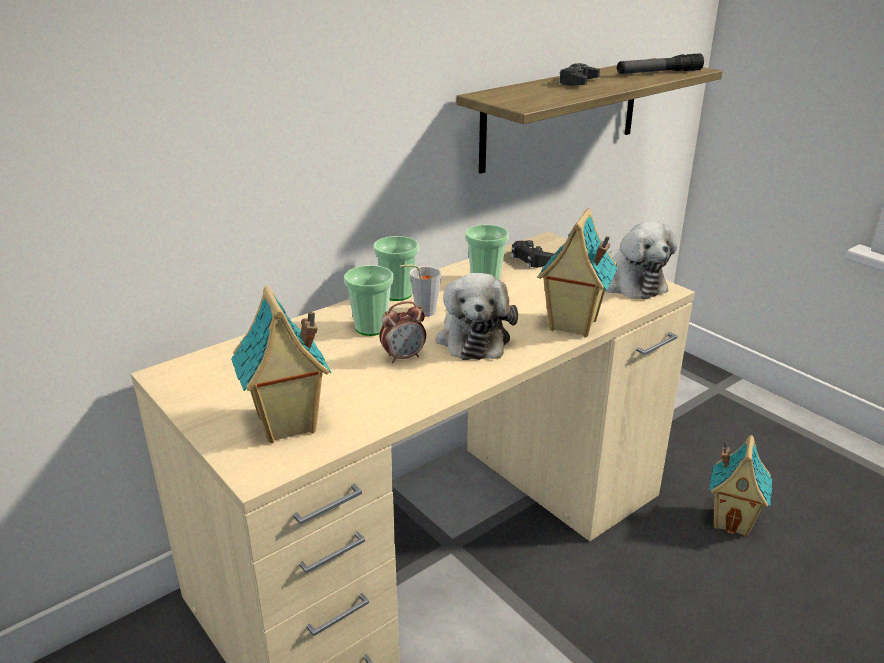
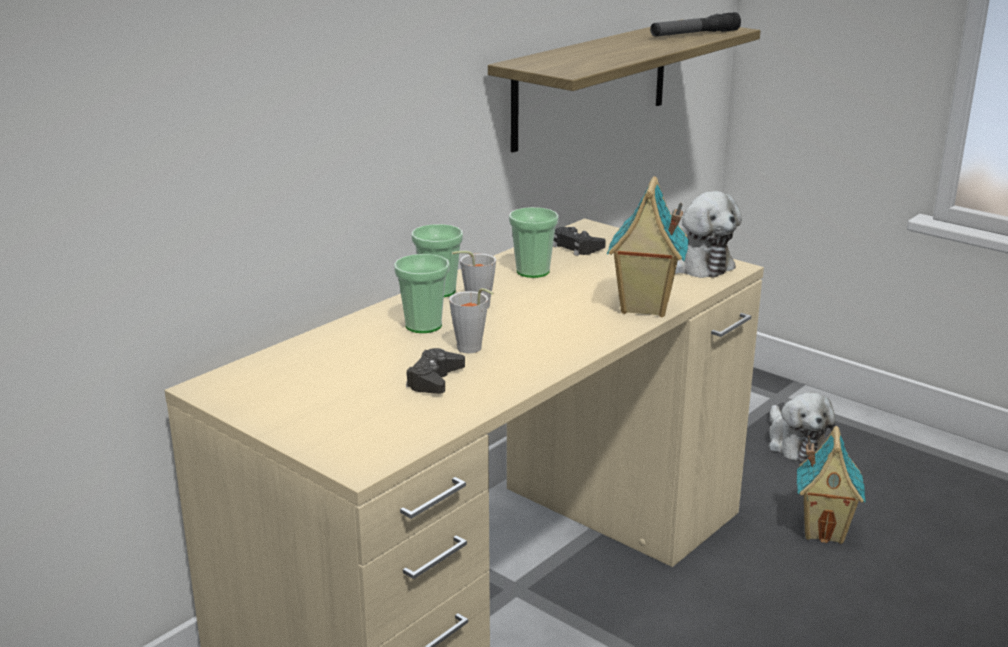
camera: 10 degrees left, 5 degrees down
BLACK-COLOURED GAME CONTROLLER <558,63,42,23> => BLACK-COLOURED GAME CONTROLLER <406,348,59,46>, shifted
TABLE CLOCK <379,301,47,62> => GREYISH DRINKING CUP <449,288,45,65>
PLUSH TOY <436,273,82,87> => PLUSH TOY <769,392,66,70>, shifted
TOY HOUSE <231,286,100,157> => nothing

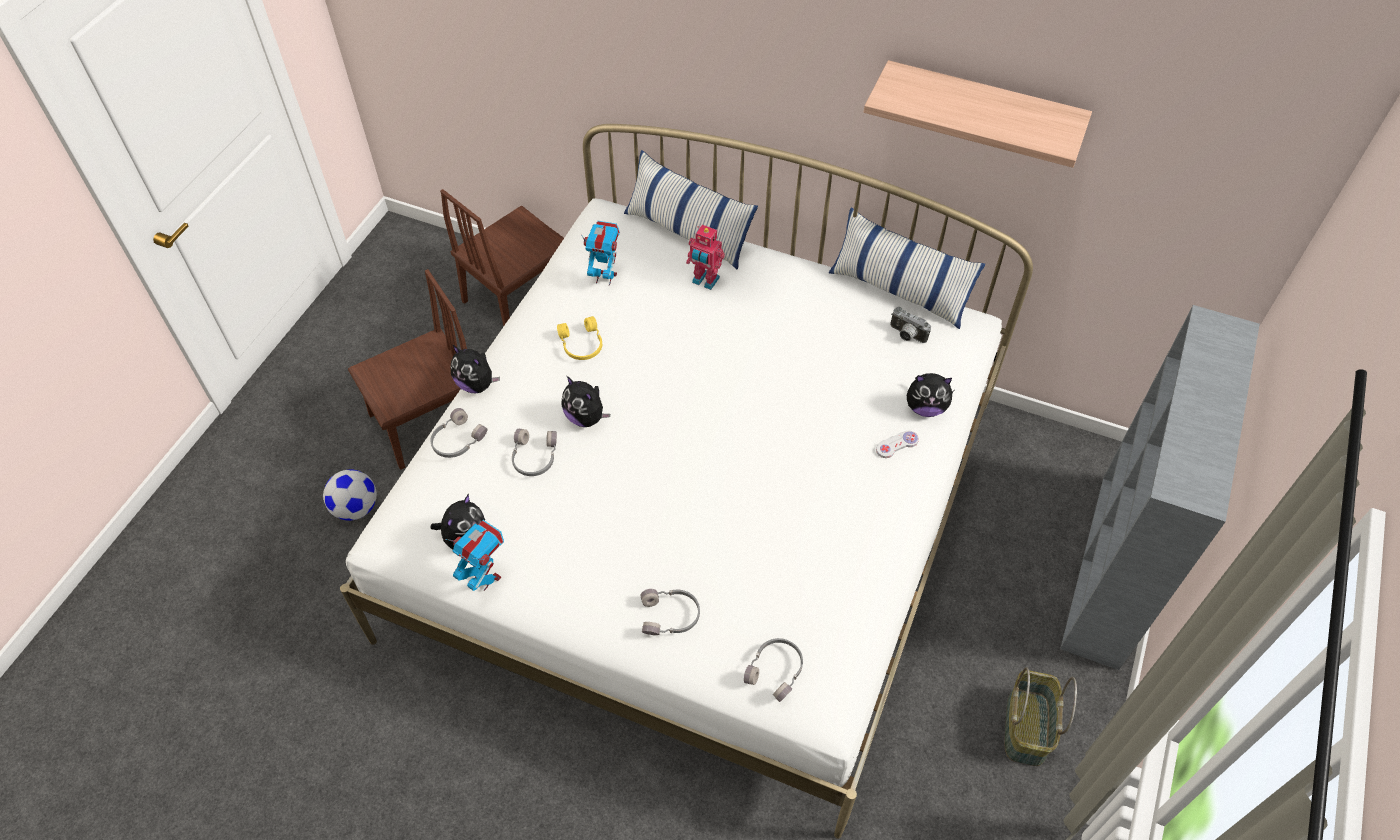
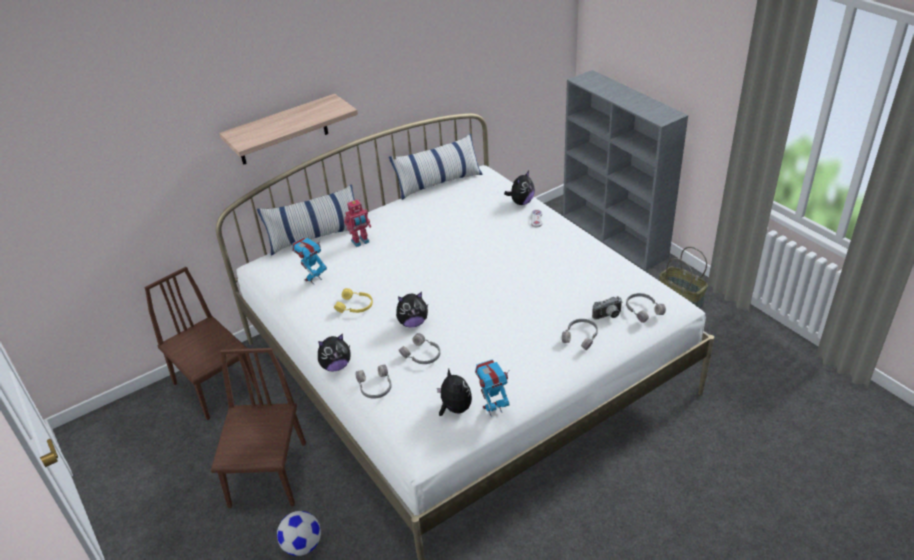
camera: 55 degrees left, 15 degrees down
BROWN PLAIN CHAIR <440,189,124,138> => BROWN PLAIN CHAIR <144,267,112,153>, 150 degrees clockwise
BRACKET SHELF <864,60,228,108> => BRACKET SHELF <219,94,139,71>, shifted
PHOTO CAMERA <890,306,41,37> => PHOTO CAMERA <592,296,30,24>, shifted

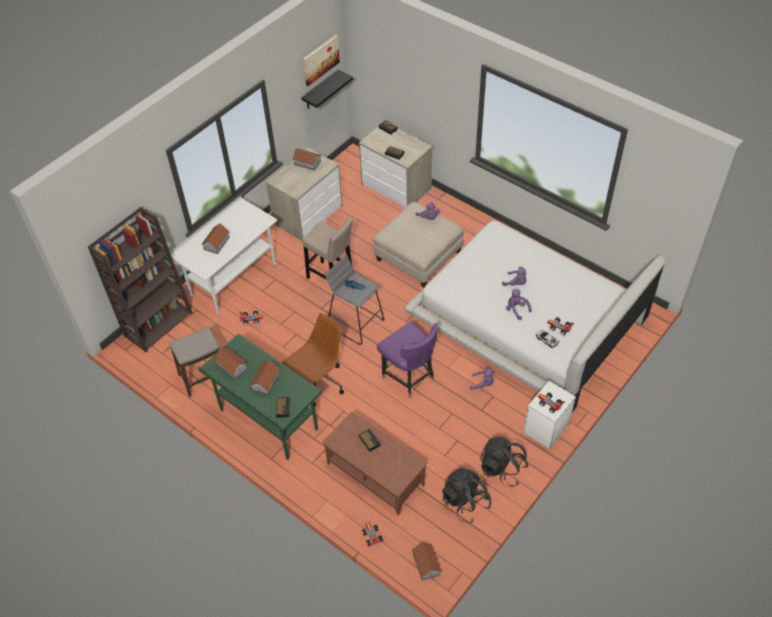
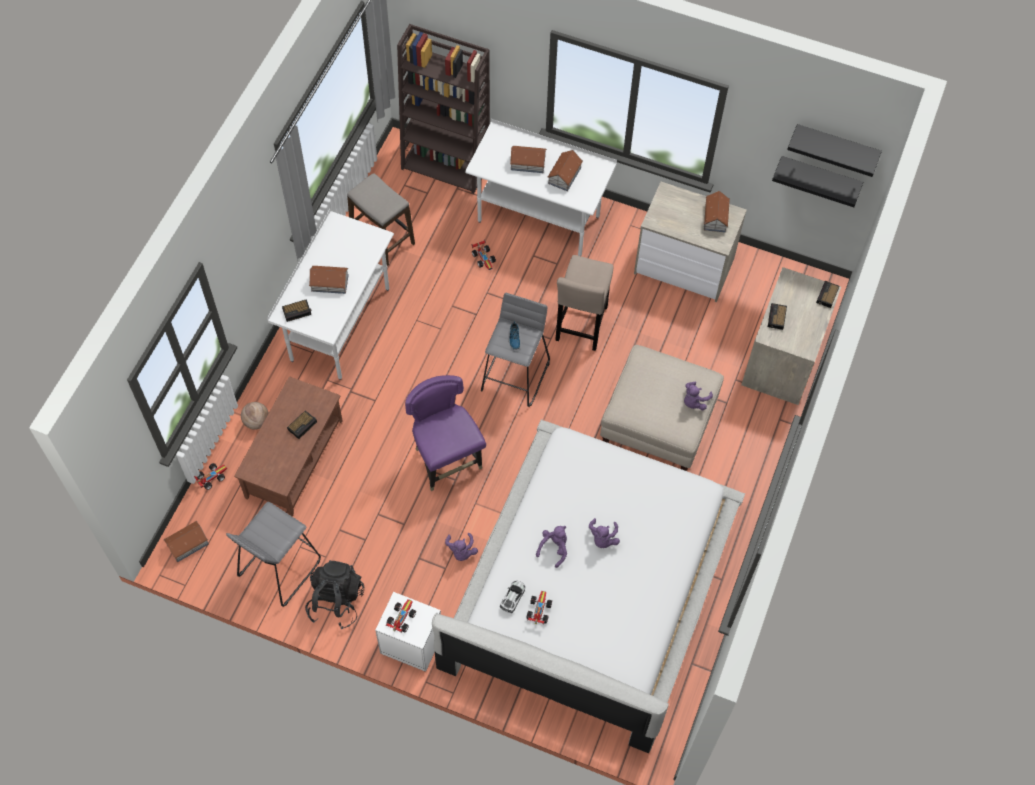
camera: 70 degrees right, 10 degrees up
BLACK-COLOURED RUCKSACK <442,468,50,55> => GREYISH STOOL <226,502,95,105>
nothing => BALL FOR BASKETBALL <241,402,28,28>
GREEN DESK <198,334,124,126> => WHITE-COLOURED DESK <267,209,127,171>
PURPLE PLAIN CHAIR <377,322,61,76> => PURPLE PLAIN CHAIR <405,375,81,116>, 120 degrees clockwise
TOY HOUSE <214,348,34,32> => TOY HOUSE <547,150,36,41>, shifted
WALL ART <303,35,37,51> => BLACK-COLOURED BRACKET SHELF <787,124,95,53>
BROWN OFFICE CHAIR <282,313,62,93> => nothing

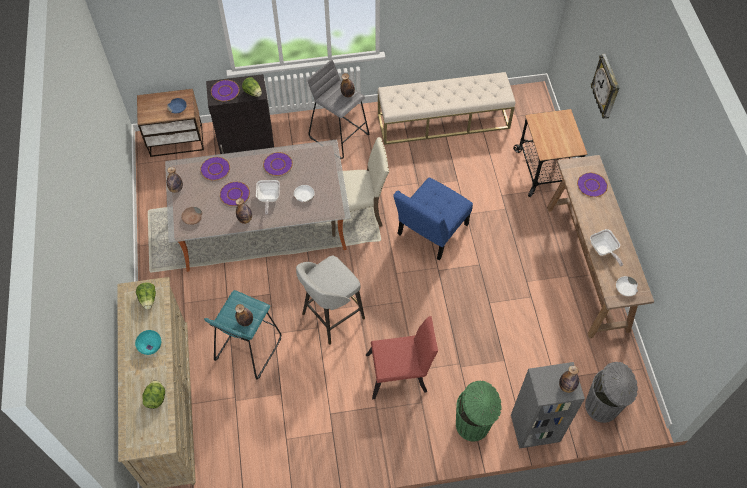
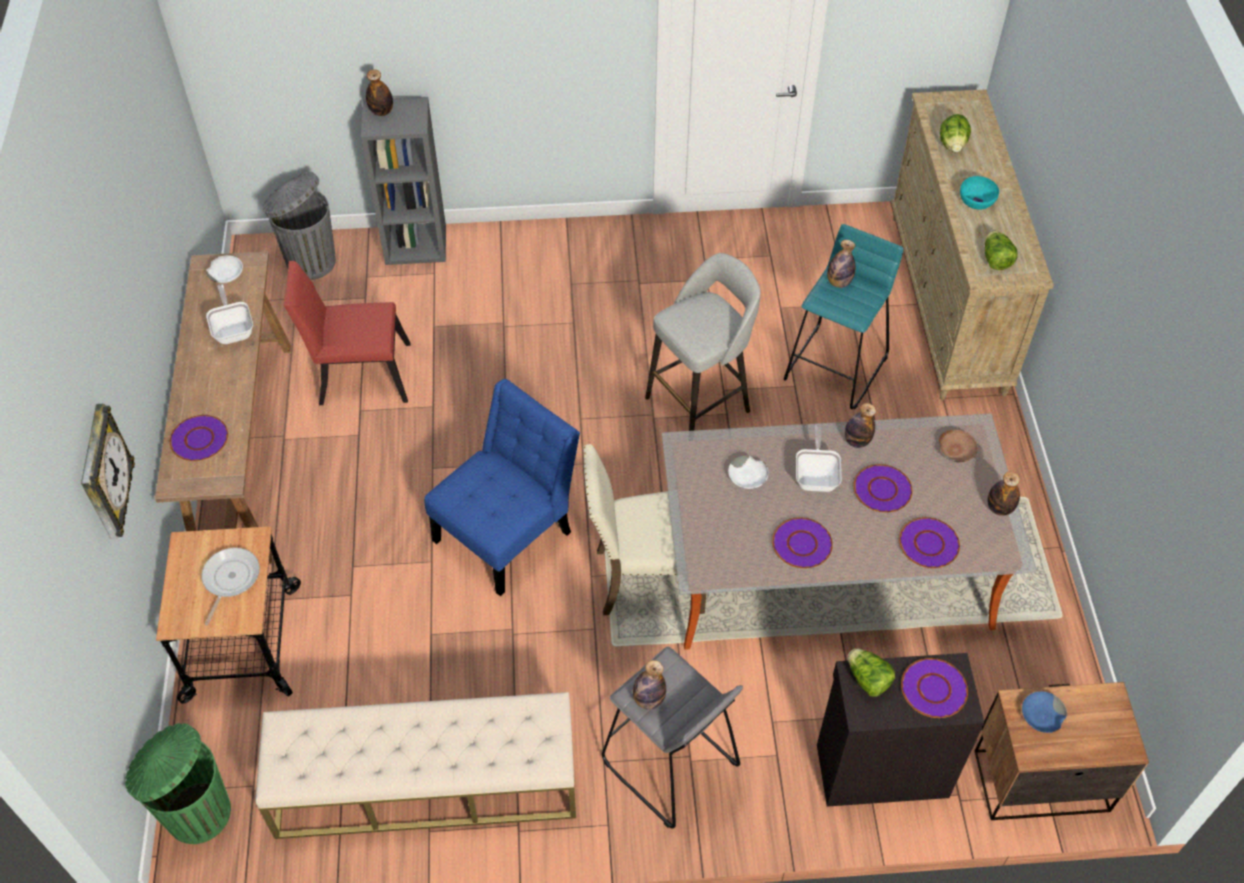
camera: 175 degrees left, 5 degrees down
GREEN RUBBISH BIN <456,380,46,61> => GREEN RUBBISH BIN <125,723,106,121>, shifted
nothing => SKILLET <201,547,59,79>
REDDISH PLAIN CHAIR <366,316,72,83> => REDDISH PLAIN CHAIR <284,261,127,144>, shifted

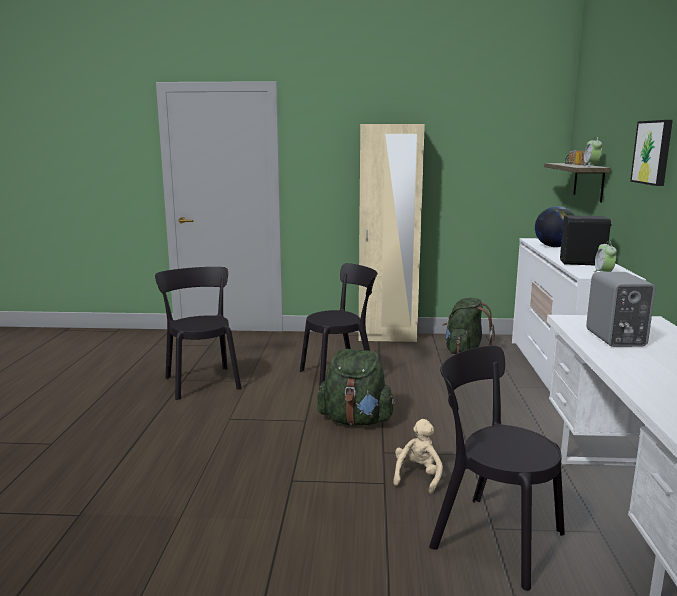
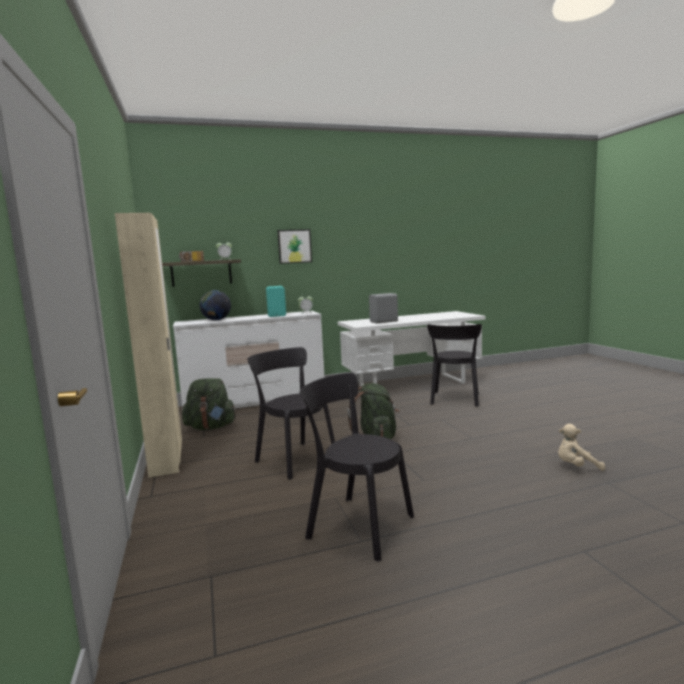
camera: 110 degrees left, 5 degrees down
BLACK-COLOURED AUDIO SPEAKER <560,215,52,50> => TURQUOISE AUDIO SPEAKER <266,286,20,31>
BLACK-COLOURED PLAIN CHAIR <155,267,87,133> => BLACK-COLOURED PLAIN CHAIR <299,373,115,189>, 75 degrees clockwise
BEIGE-COLOURED PLUSH TOY <393,419,50,75> => BEIGE-COLOURED PLUSH TOY <558,424,47,47>, shifted

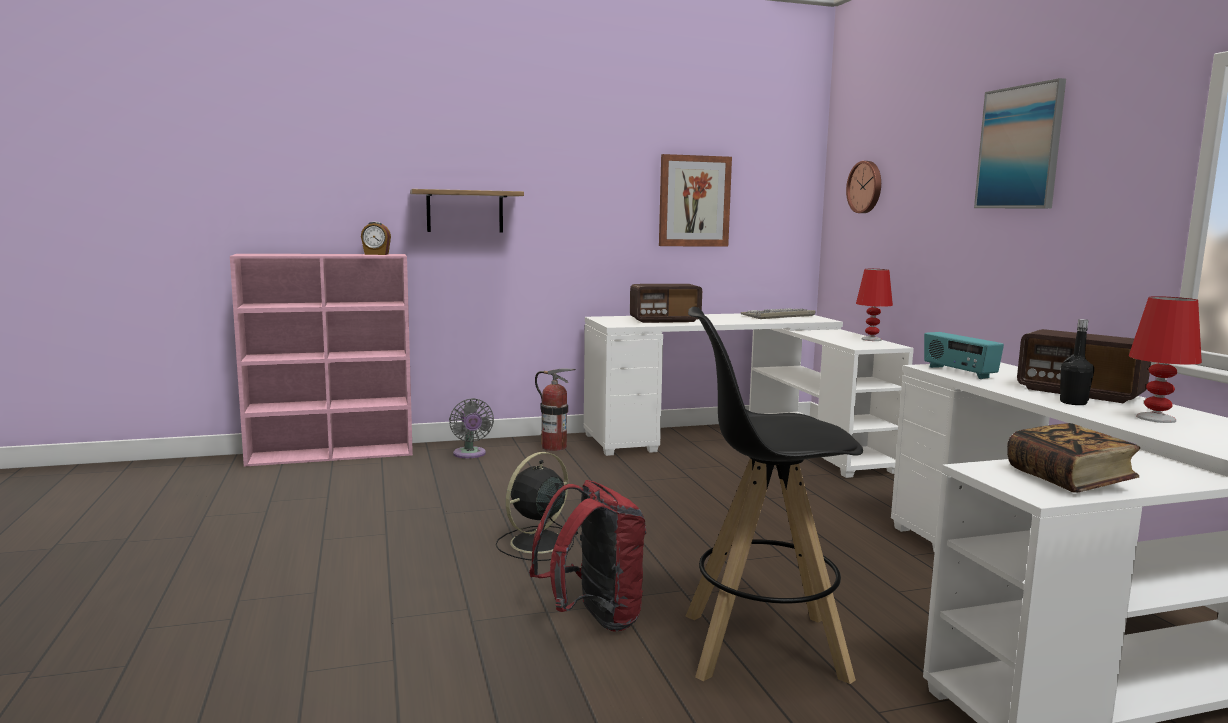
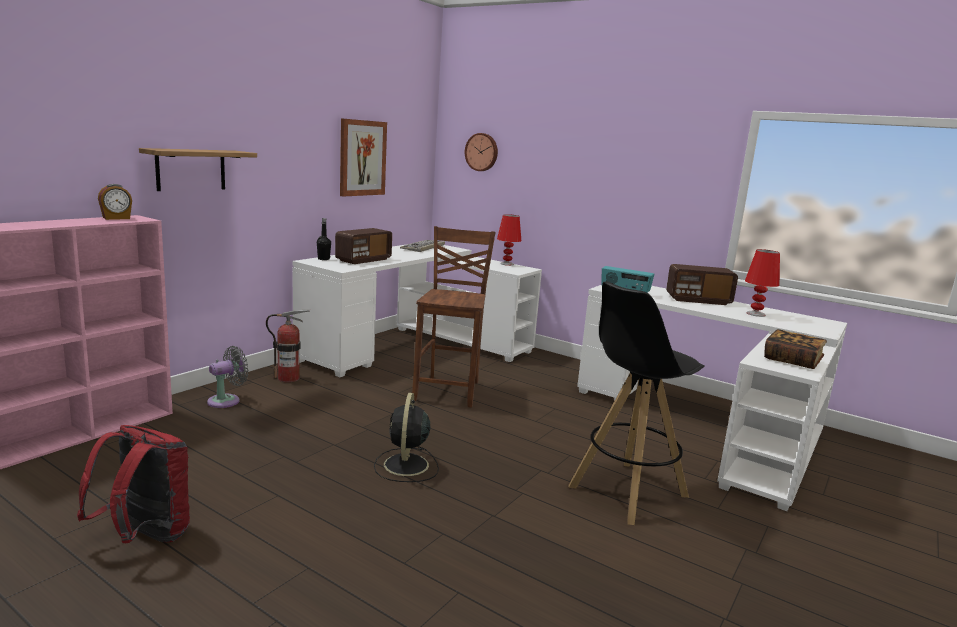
camera: 40 degrees left, 5 degrees up
REDDISH RUCKSACK <529,480,117,152> => REDDISH RUCKSACK <77,425,113,118>, shifted
GREYISH COOLING FAN <449,398,45,60> => GREYISH COOLING FAN <207,346,42,62>, 75 degrees counterclockwise
BLACK-COLOURED DRINK BOTTLE <1060,319,34,86> => BLACK-COLOURED DRINK BOTTLE <317,218,14,42>, shifted
nothing => BROWN PLAIN CHAIR <412,226,84,182>
WALL ART <974,78,92,130> => nothing

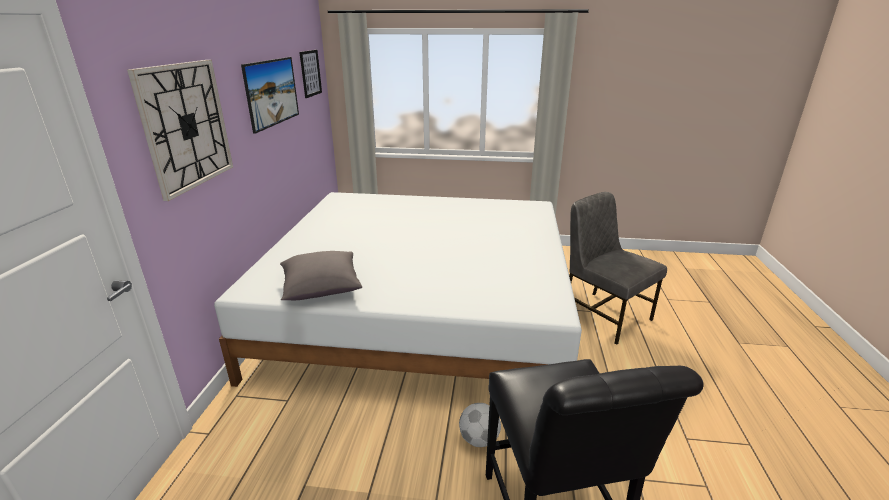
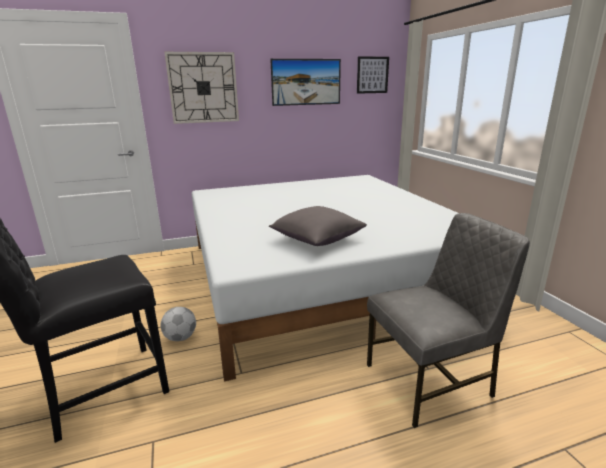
camera: 65 degrees right, 5 degrees down
GREYISH CUSHION <280,251,82,49> => GREYISH CUSHION <269,206,98,40>, shifted
GREYISH PLAIN CHAIR <569,192,98,153> => GREYISH PLAIN CHAIR <367,213,163,215>, 45 degrees clockwise

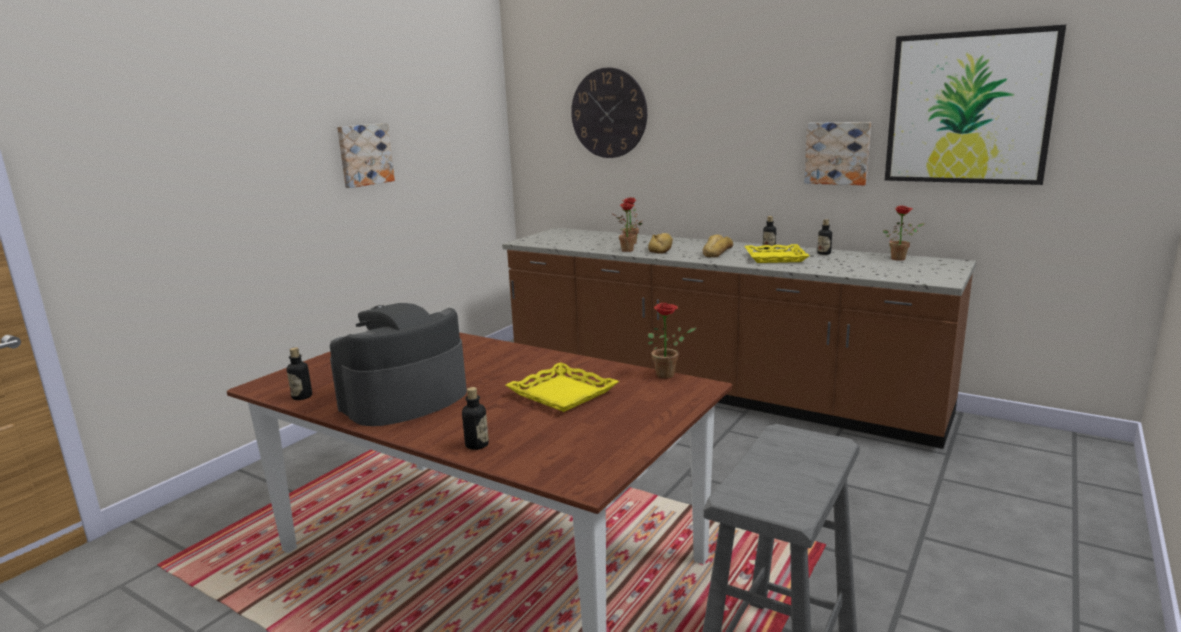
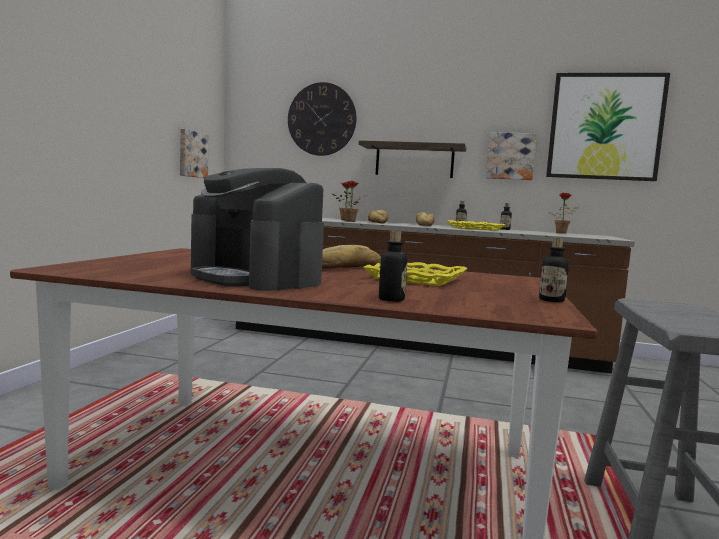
camera: 20 degrees left, 10 degrees down
WALL ART <337,123,58,65> => WALL ART <180,129,29,49>, shifted
COFFEE BREWER <330,303,137,123> => COFFEE BREWER <191,168,133,123>, 75 degrees counterclockwise
nothing => BAKED BREAD <322,245,59,24>
nothing => BRACKET SHELF <359,140,107,38>
DRINK BOTTLE <287,347,25,53> => DRINK BOTTLE <539,237,30,65>, shifted
HOUSEPLANT <648,303,48,76> => nothing

